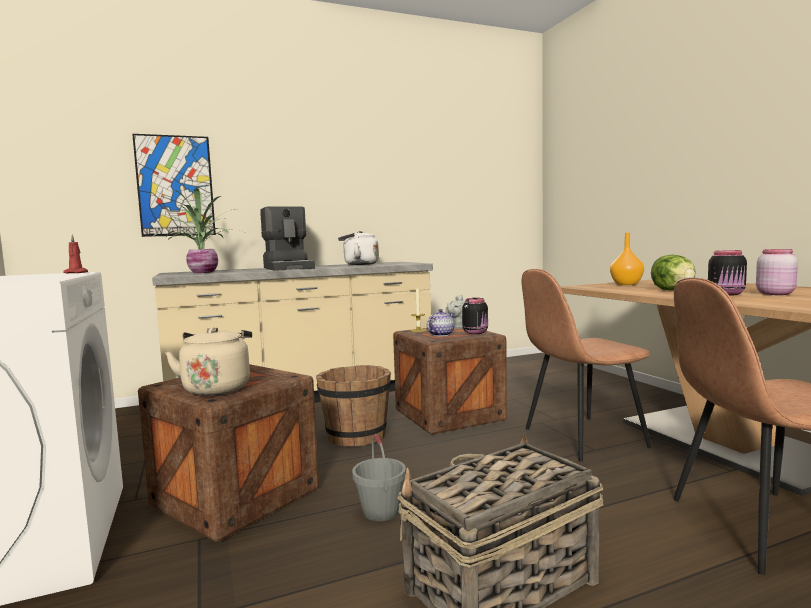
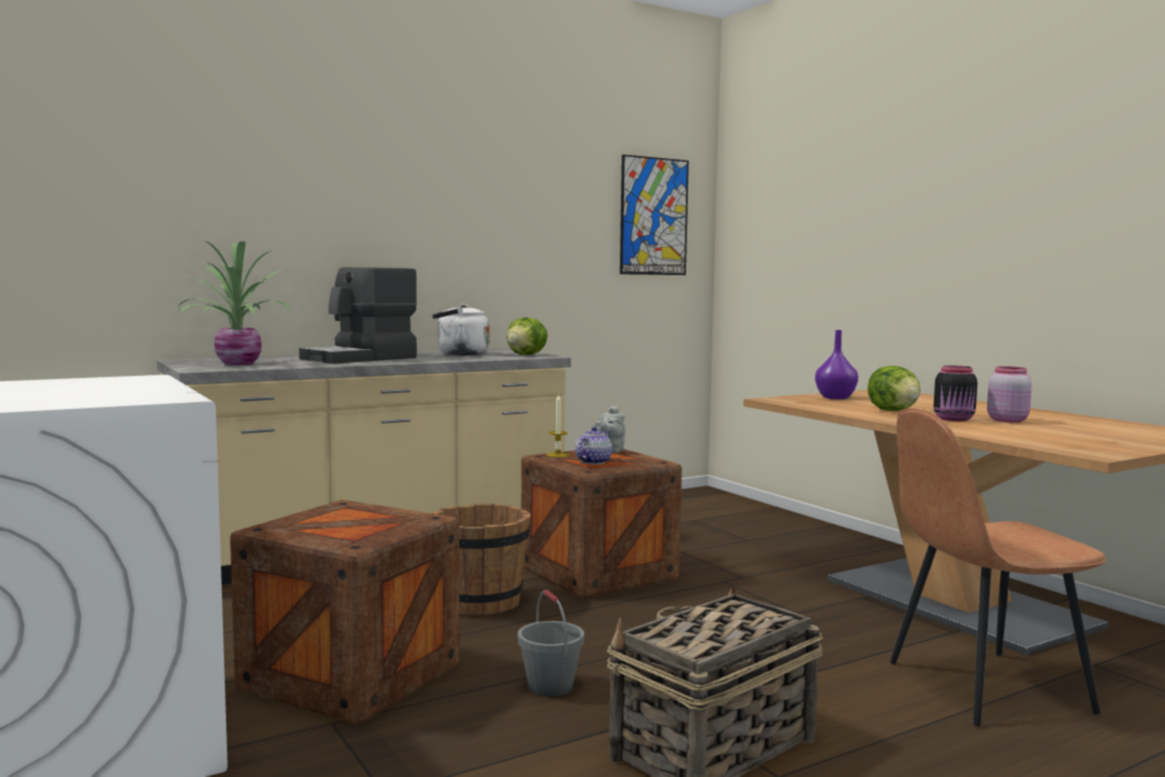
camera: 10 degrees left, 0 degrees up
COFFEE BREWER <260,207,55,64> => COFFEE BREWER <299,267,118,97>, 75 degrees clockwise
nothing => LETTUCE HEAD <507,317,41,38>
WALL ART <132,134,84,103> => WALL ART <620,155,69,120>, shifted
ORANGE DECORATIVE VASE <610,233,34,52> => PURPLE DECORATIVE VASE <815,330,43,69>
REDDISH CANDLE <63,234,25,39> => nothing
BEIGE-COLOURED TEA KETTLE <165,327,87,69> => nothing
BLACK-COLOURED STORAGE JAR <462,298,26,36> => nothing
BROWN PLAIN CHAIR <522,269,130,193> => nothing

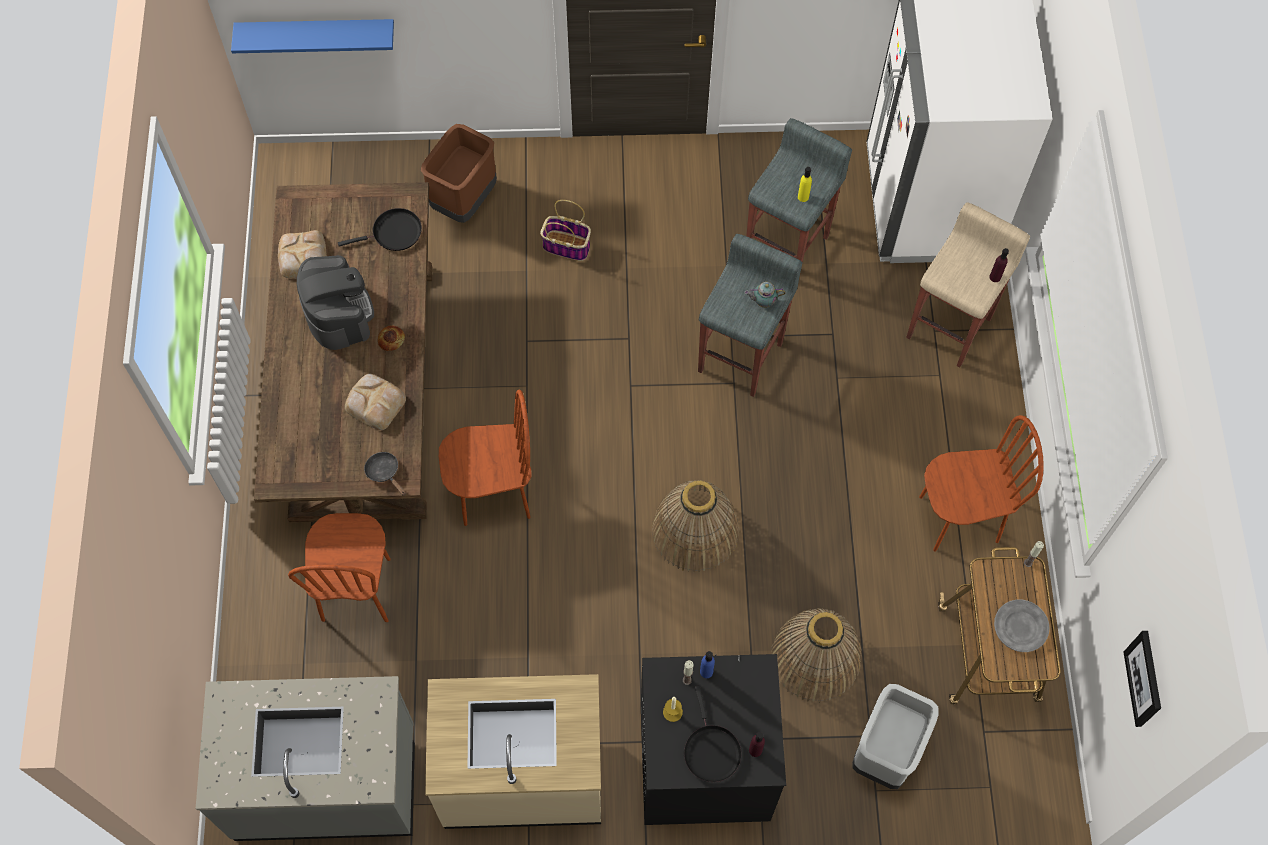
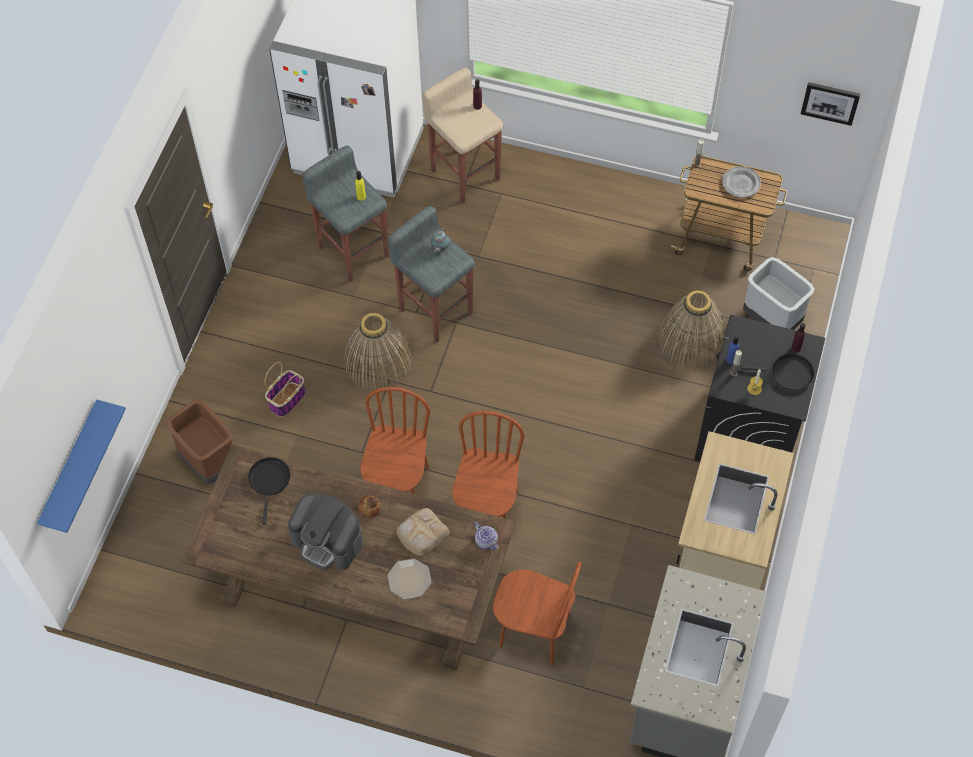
camera: 70 degrees left, 5 degrees down
COFFEE BREWER <297,255,77,95> => COFFEE BREWER <288,493,75,77>, 150 degrees counterclockwise
BASKET <652,480,87,92> => BASKET <344,313,68,78>, shifted
BROWN PLAIN CHAIR <919,415,125,137> => BROWN PLAIN CHAIR <360,387,70,107>, shifted
nothing => PLATE <387,558,44,41>
BLACK-COLOURED SKILLET <364,452,42,44> => POT FOR TEA <474,522,25,28>
BAKED BREAD <278,230,49,49> => nothing

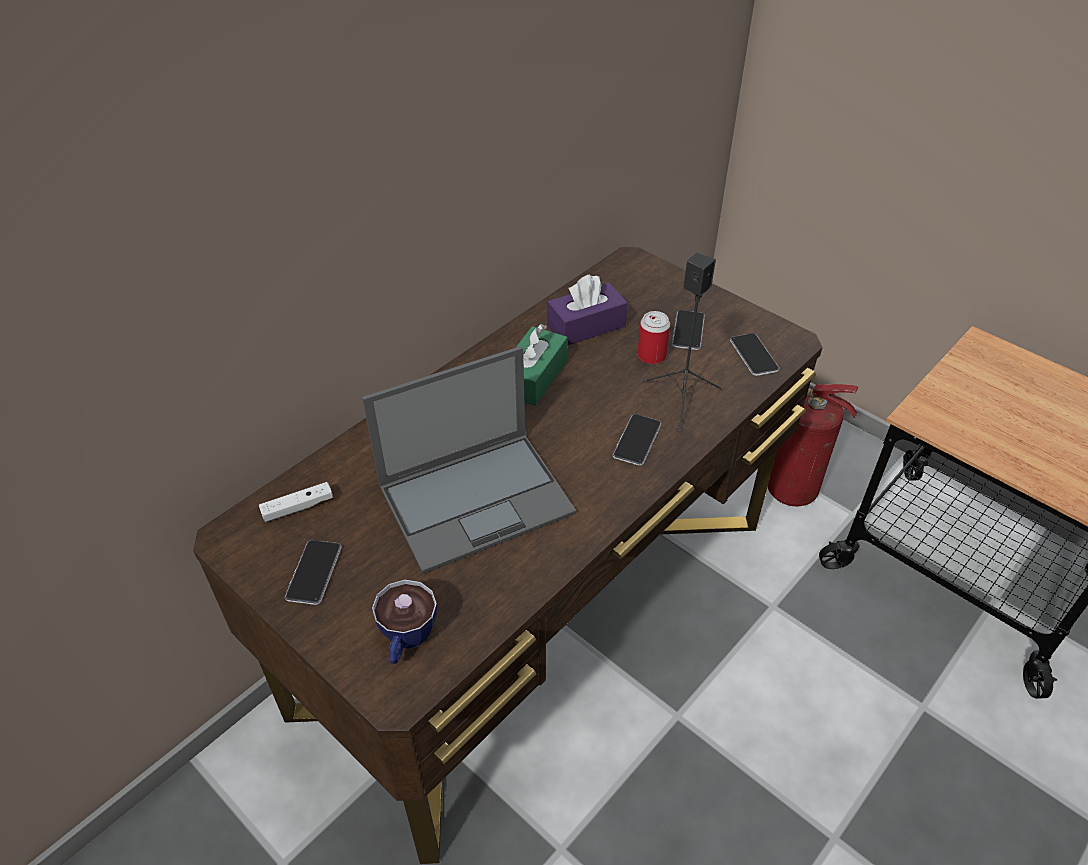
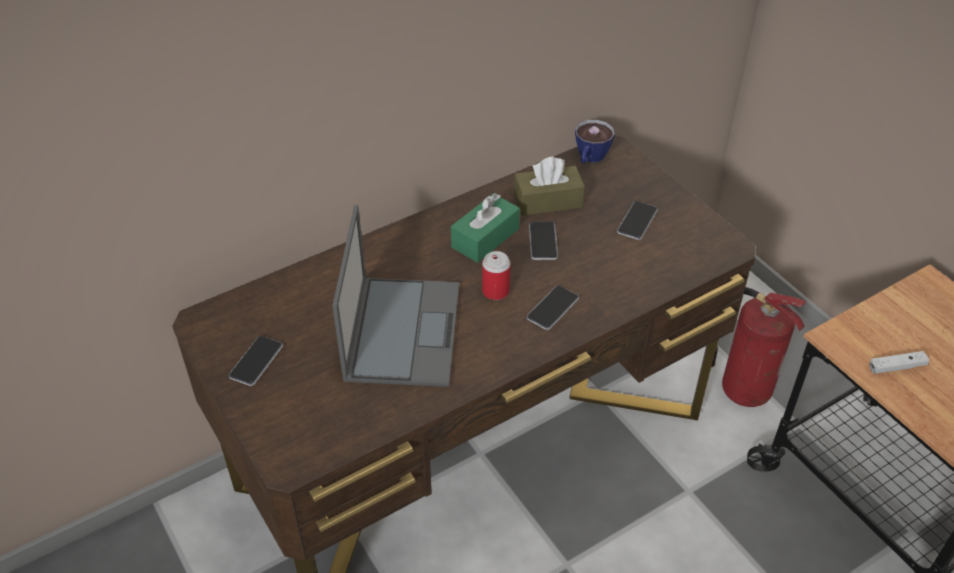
camera: 15 degrees right, 0 degrees up
LAPTOP <362,346,214,228> => LAPTOP <332,205,127,182>, 75 degrees counterclockwise
METAL CAN <637,311,33,53> => METAL CAN <482,251,28,49>, shifted
PURPLE TISSUE BOX <547,274,81,72> => BROWN TISSUE BOX <514,156,71,60>
PHONE <730,333,49,43> => PHONE <529,222,29,38>, shifted
DRINKING CUP <372,579,65,85> => DRINKING CUP <575,120,40,43>, shifted
WHITE-COLOURED GAME CONTROLLER <259,482,74,40> => WHITE-COLOURED GAME CONTROLLER <869,351,60,23>, shifted
BLACK-COLOURED AUDIO SPEAKER <644,253,79,179> => nothing

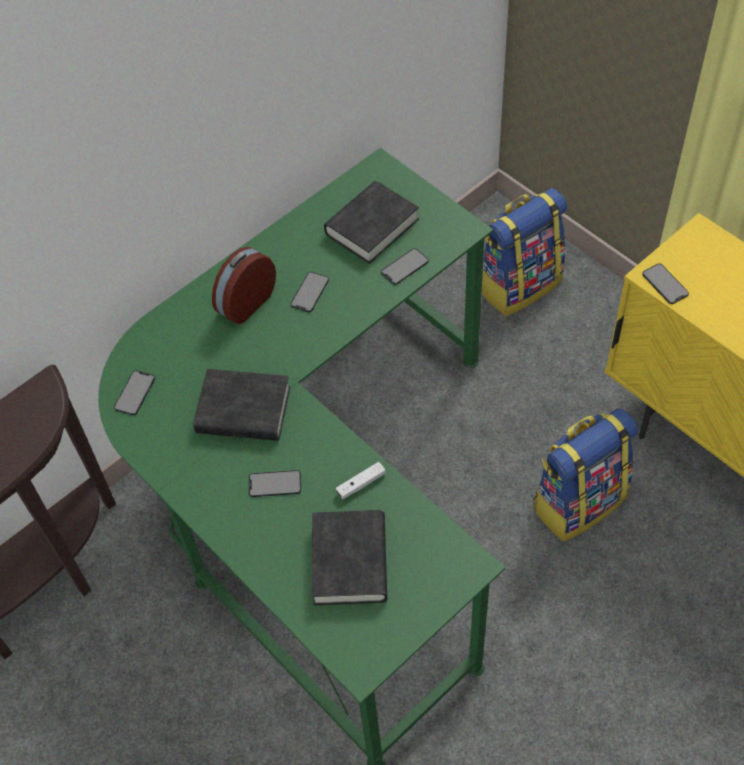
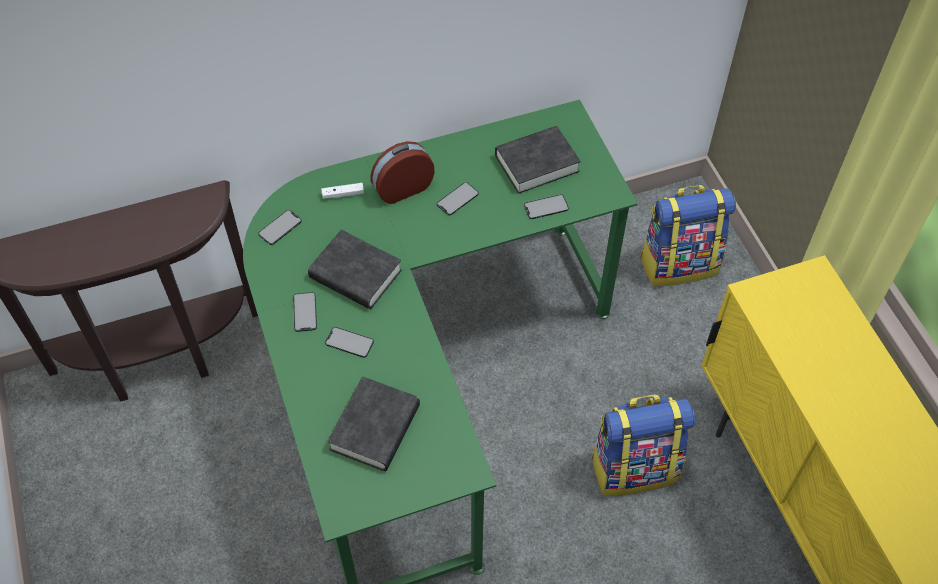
camera: 20 degrees right, 0 degrees up
PHONE <642,264,47,40> => PHONE <293,292,24,40>, shifted
WHITE-COLOURED GAME CONTROLLER <336,462,49,37> => WHITE-COLOURED GAME CONTROLLER <321,183,43,16>, shifted

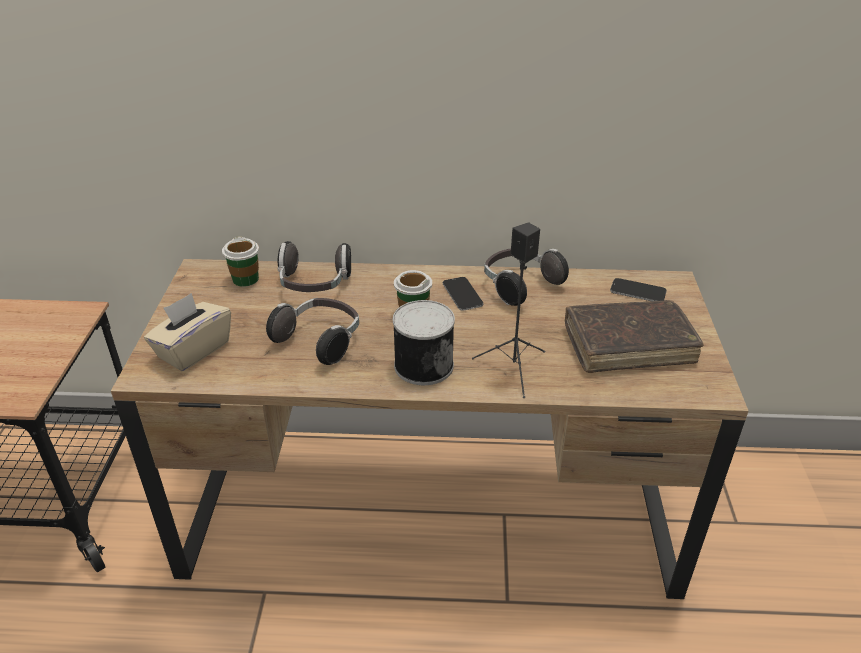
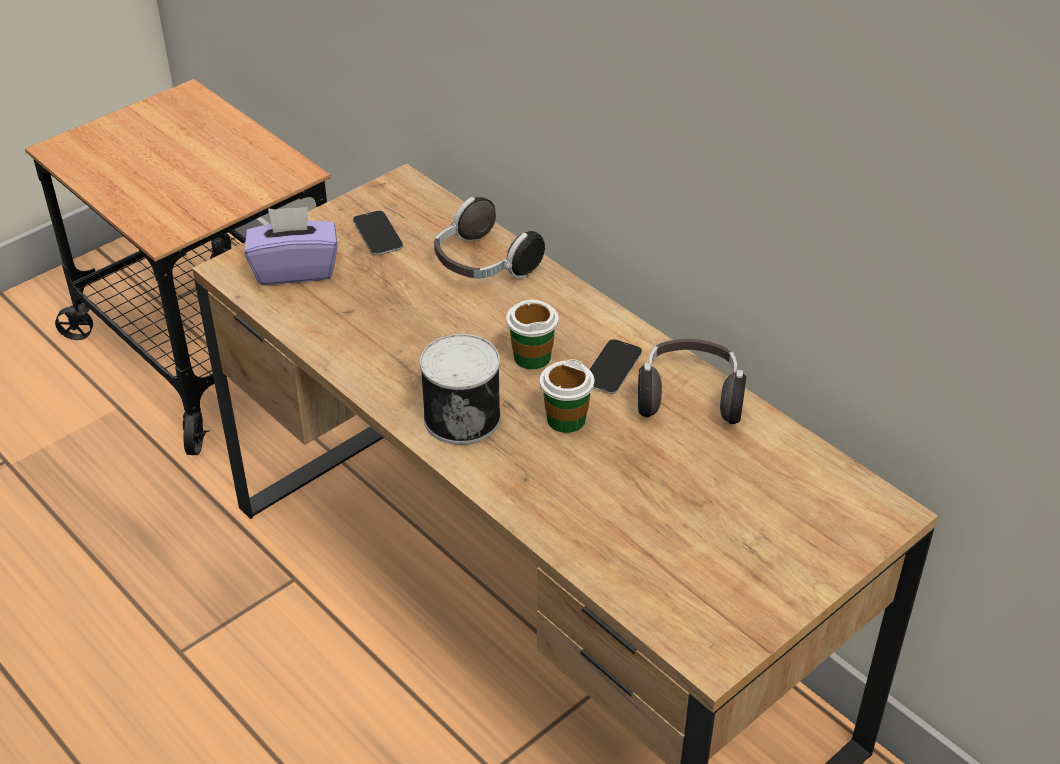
camera: 45 degrees right, 5 degrees up
BEIGE-COLOURED TISSUE BOX <144,293,87,78> => PURPLE TISSUE BOX <245,207,93,78>
PHONE <610,278,57,23> => PHONE <353,211,50,44>, shifted
DRINKING CUP <222,236,37,51> => DRINKING CUP <540,359,54,74>, shifted
HEADPHONES <266,298,93,67> => nothing
BLACK-COLOURED AUDIO SPEAKER <472,222,73,176> => nothing
BROWN BOUND BOOK <565,300,139,73> => nothing

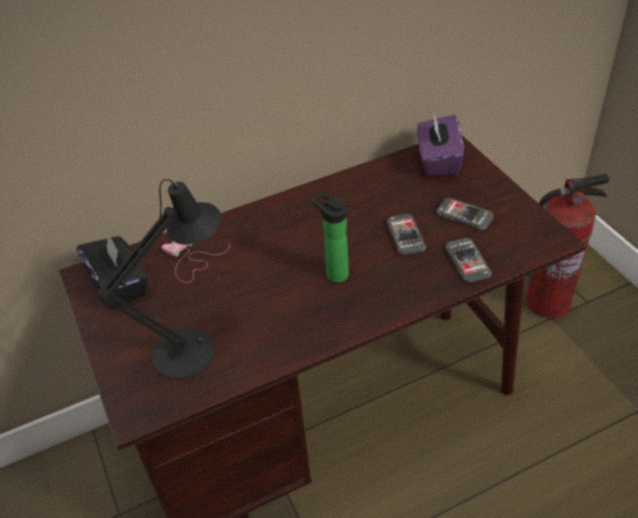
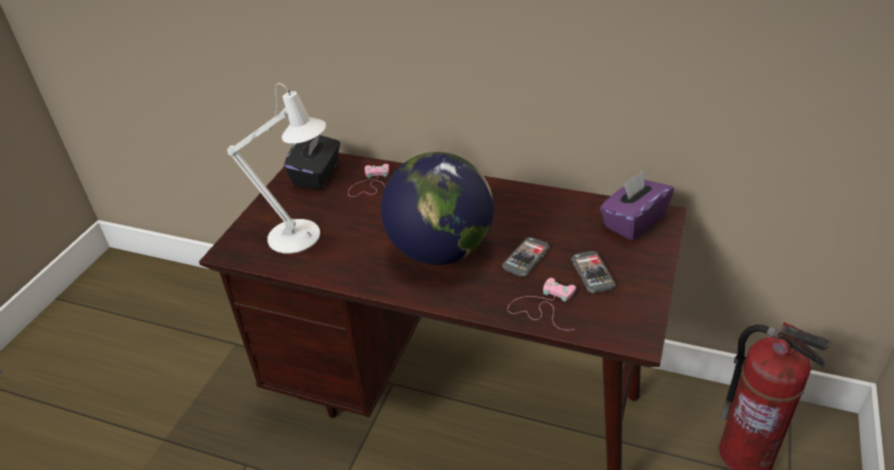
camera: 45 degrees right, 5 degrees down
BLACK-COLOURED TABLETOP LAMP <98,179,123,200> => WHITE-COLOURED TABLETOP LAMP <227,83,99,171>
DRINK BOTTLE <312,193,37,90> => WORLD GLOBE <381,152,113,113>
PHONE <445,238,47,45> => PINK GAME CONTROLLER <508,278,68,52>

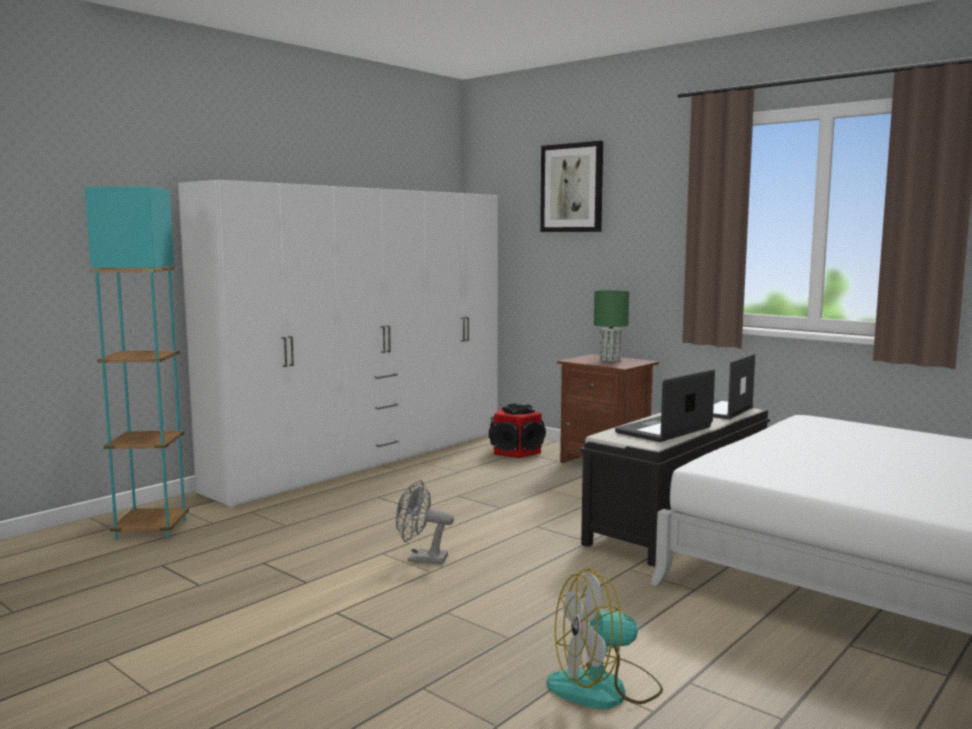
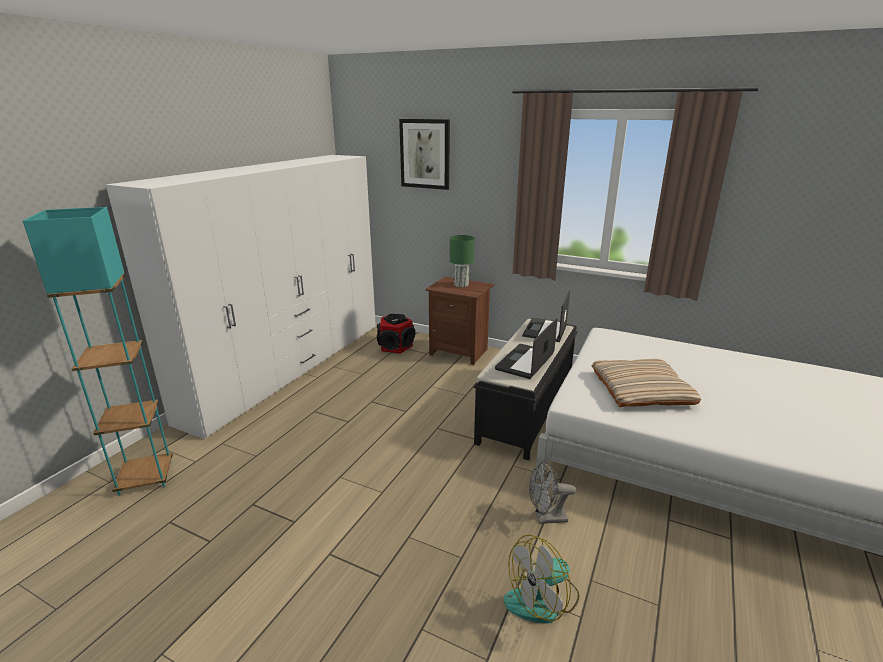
camera: 15 degrees left, 15 degrees up
GREYISH COOLING FAN <396,480,58,84> => GREYISH COOLING FAN <529,461,47,63>, shifted
nothing => BEIGE-COLOURED CUSHION <592,359,109,48>

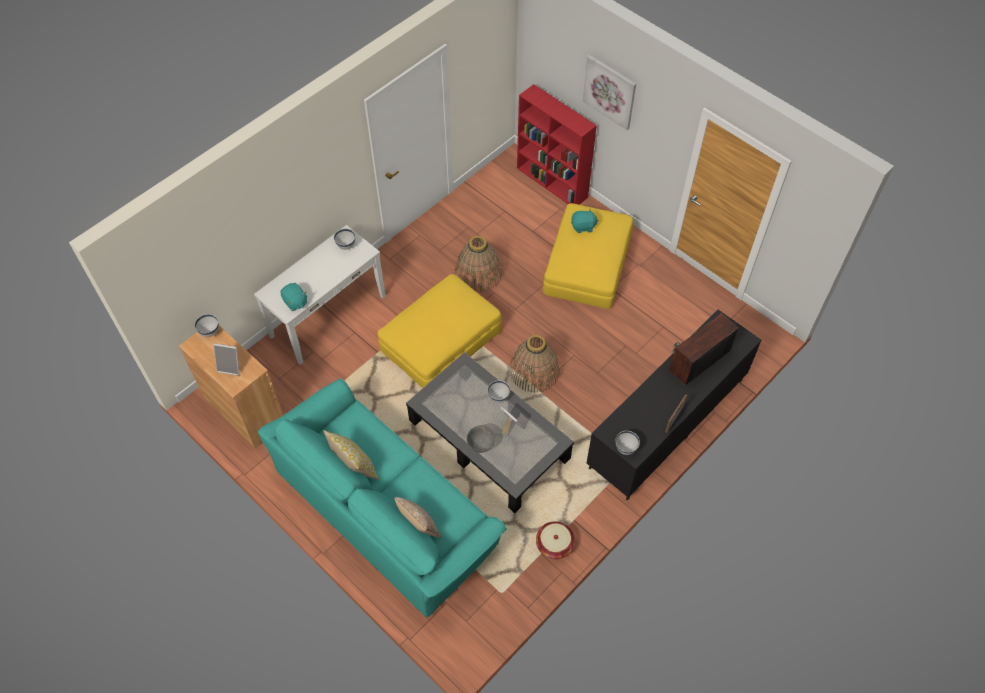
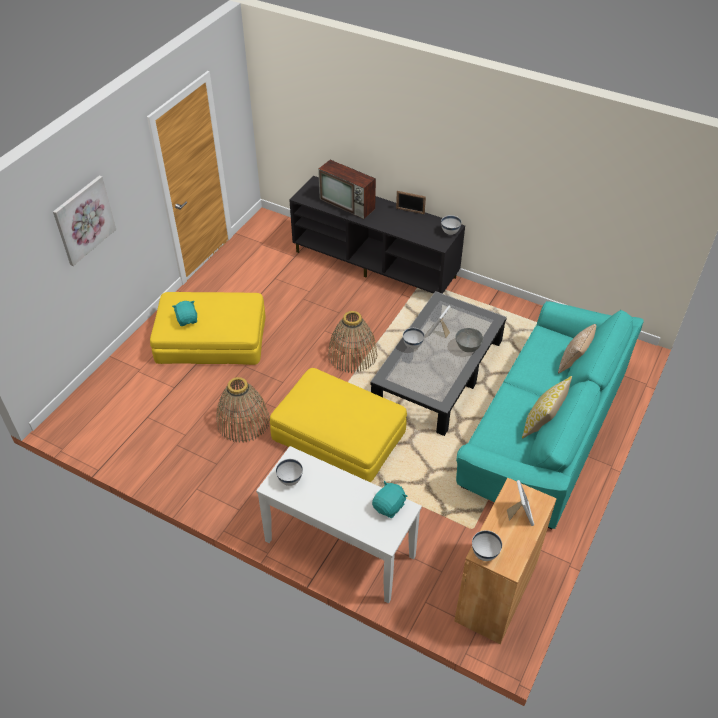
camera: 105 degrees left, 10 degrees down
REDDISH BOOKCASE <517,84,80,121> => nothing
BASKET <536,521,39,38> => nothing

